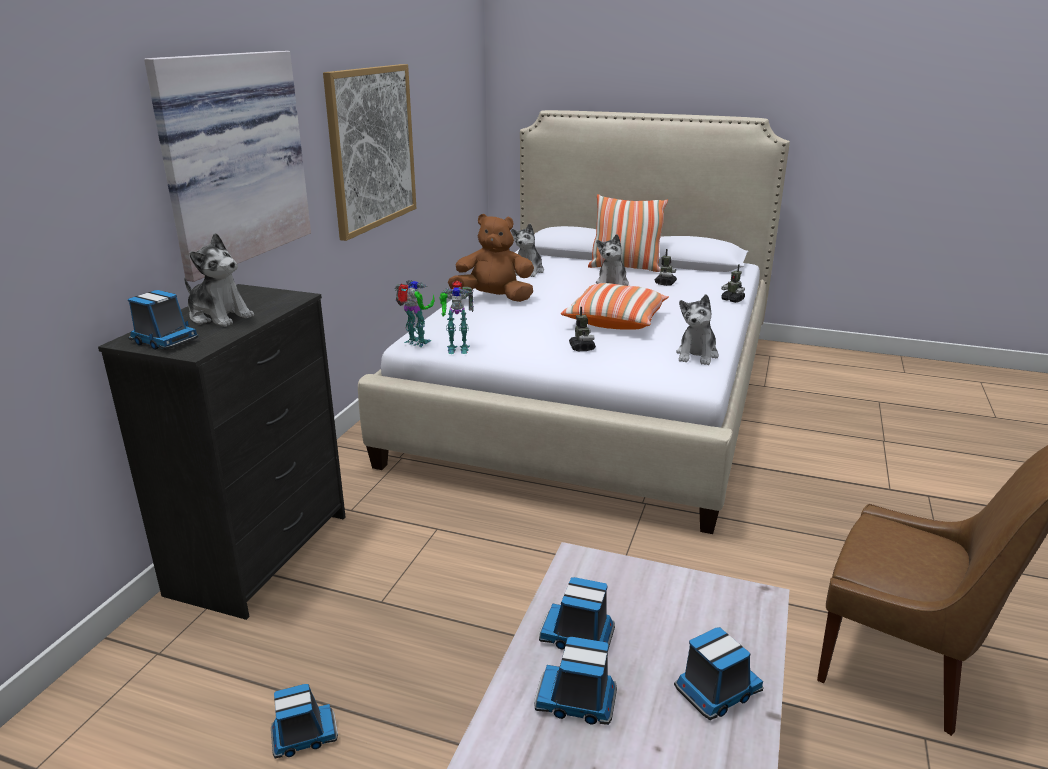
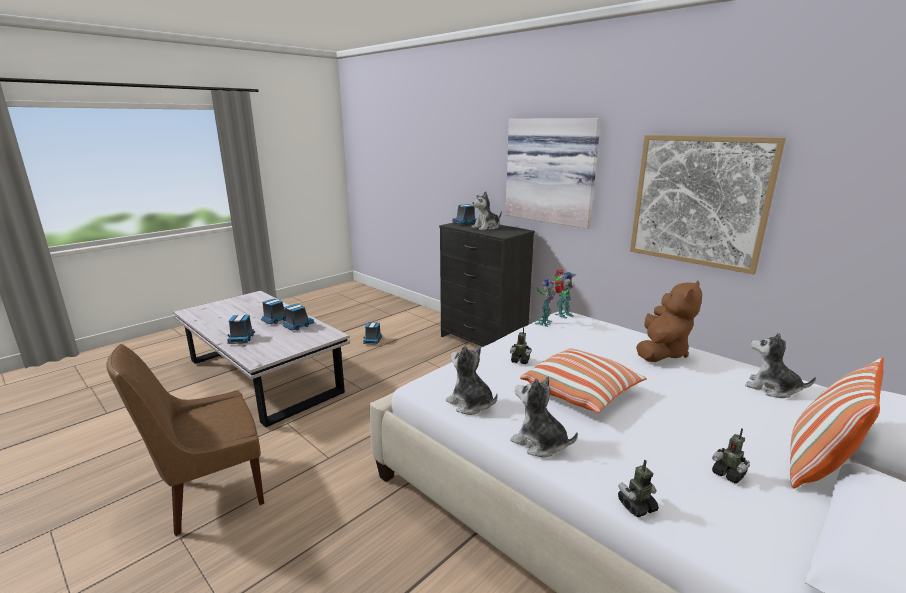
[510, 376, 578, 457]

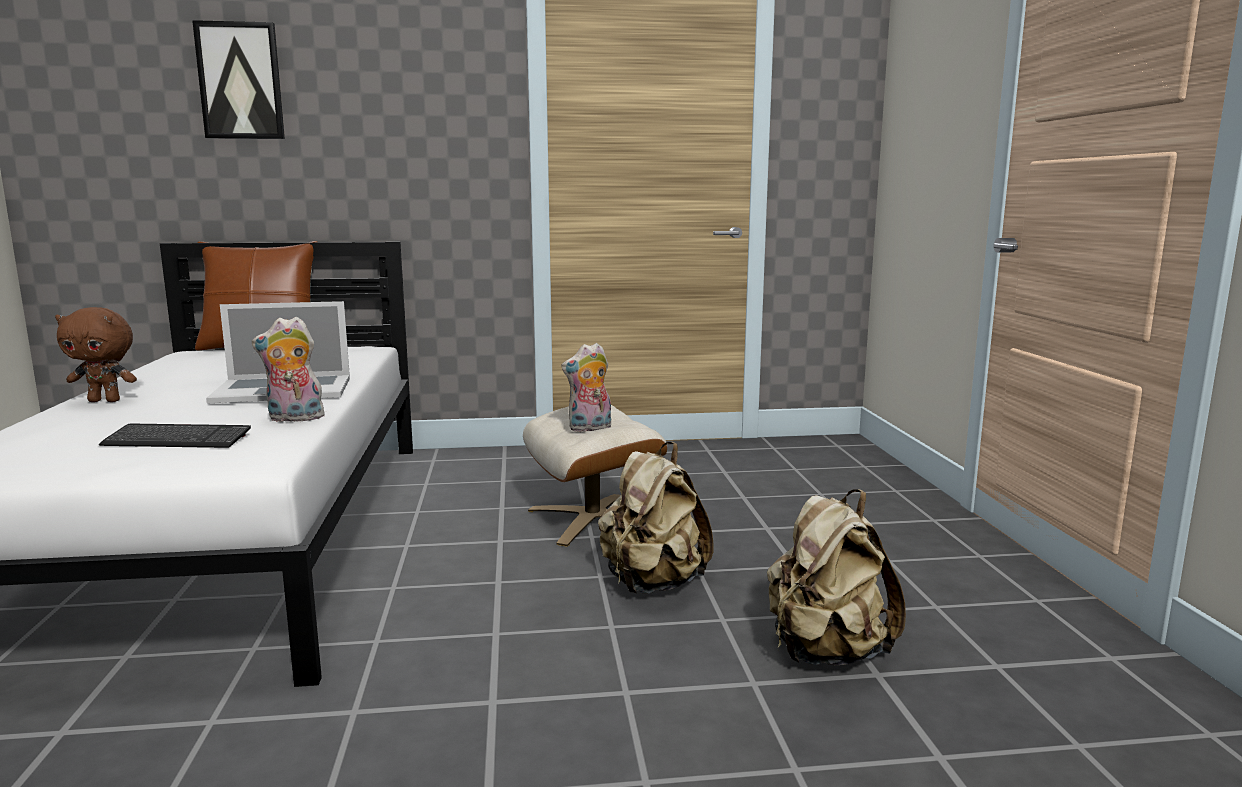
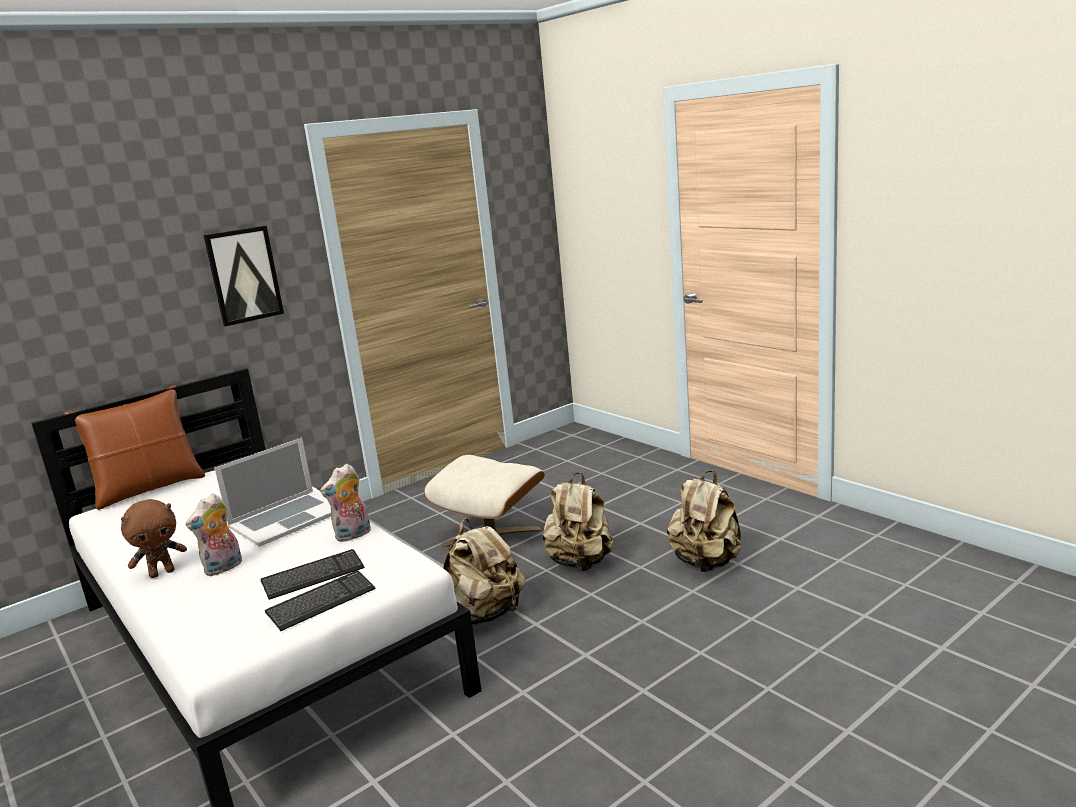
[203, 226, 284, 326]
[186, 493, 242, 576]
[265, 570, 375, 631]
[443, 518, 526, 625]

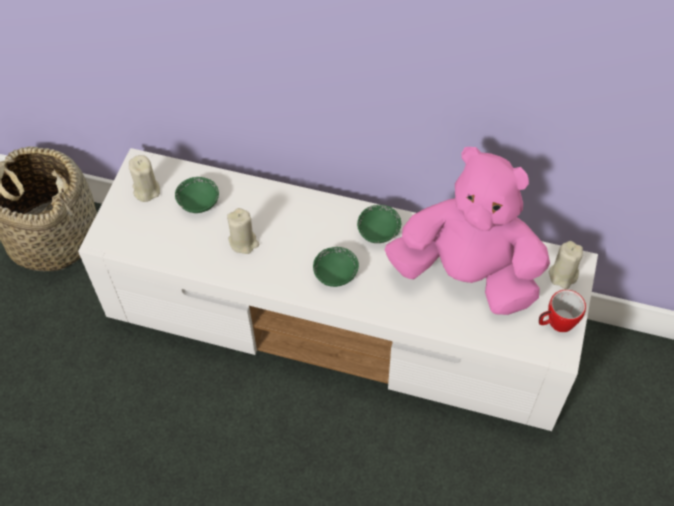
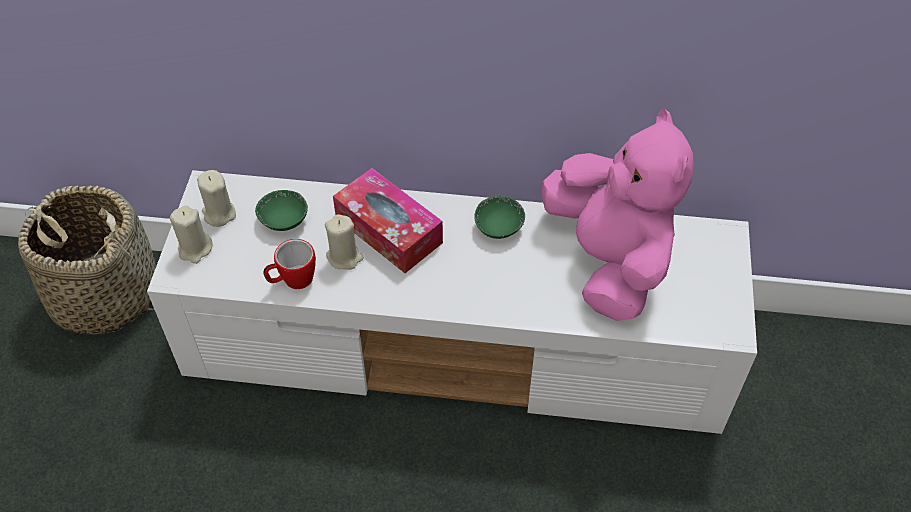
[313, 247, 359, 287] (first image)
[541, 108, 694, 321]
[263, 239, 316, 289]
[170, 206, 213, 264]
[333, 168, 443, 273]

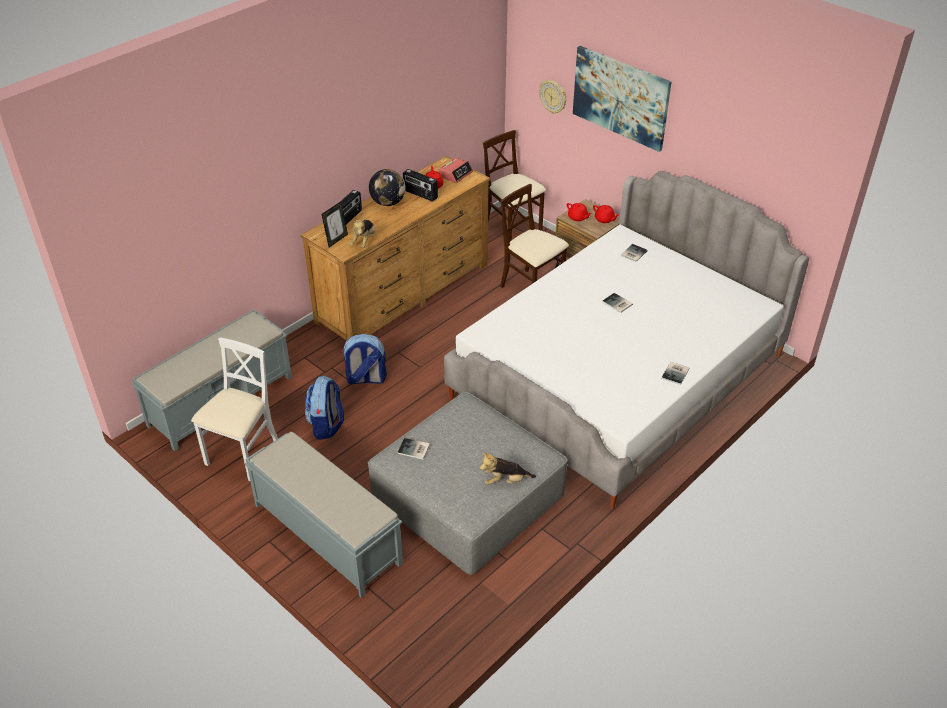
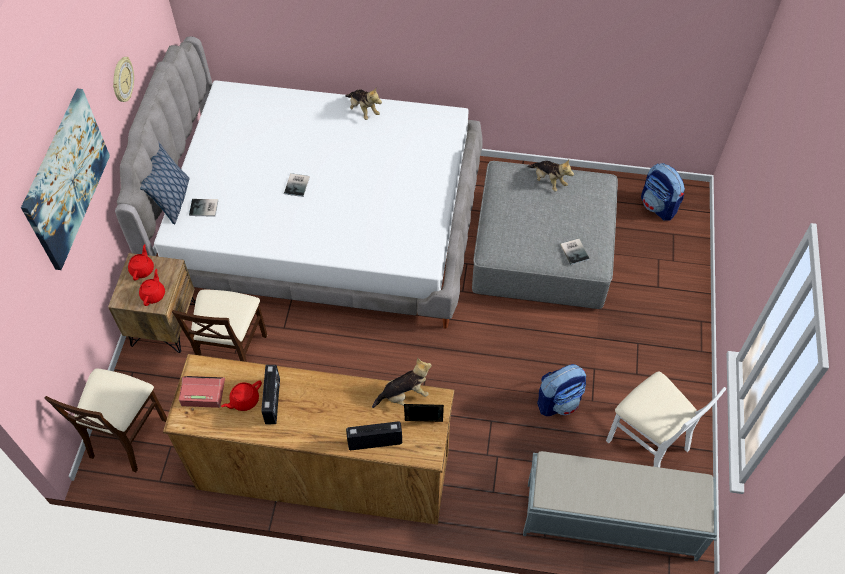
[606, 371, 726, 467]
[245, 432, 403, 598] (first image)
[641, 163, 685, 221]
[369, 169, 406, 206] (first image)
[113, 57, 134, 102]
[345, 88, 382, 120]
[140, 141, 190, 224]

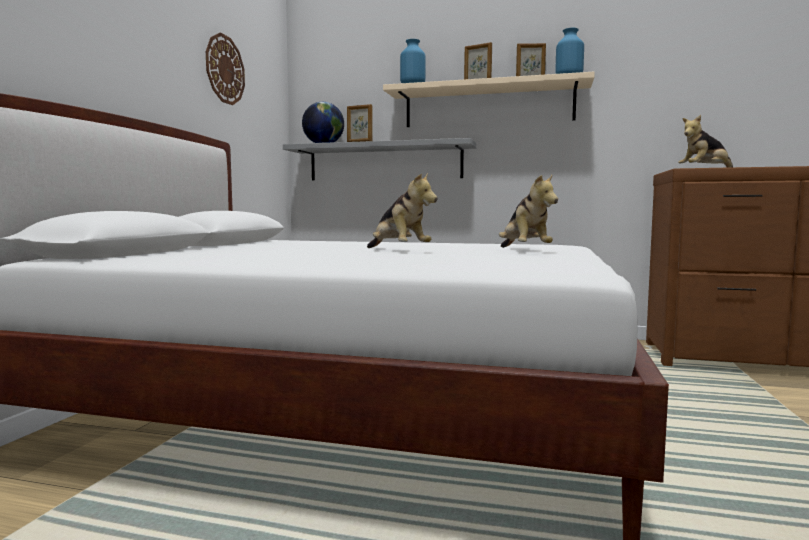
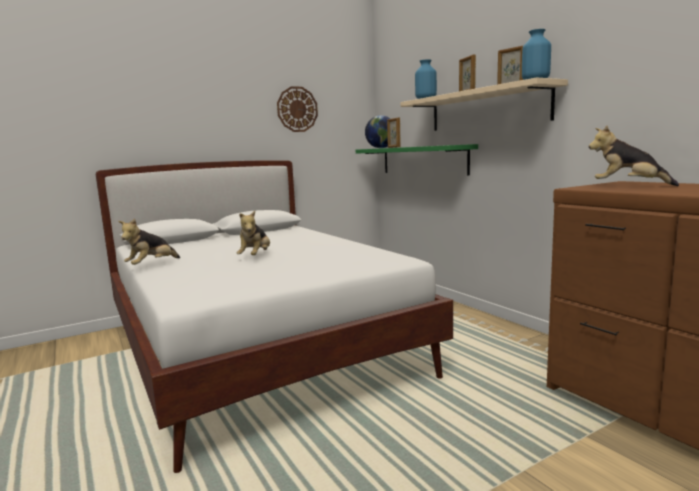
[356, 144, 478, 175]
[118, 219, 180, 265]

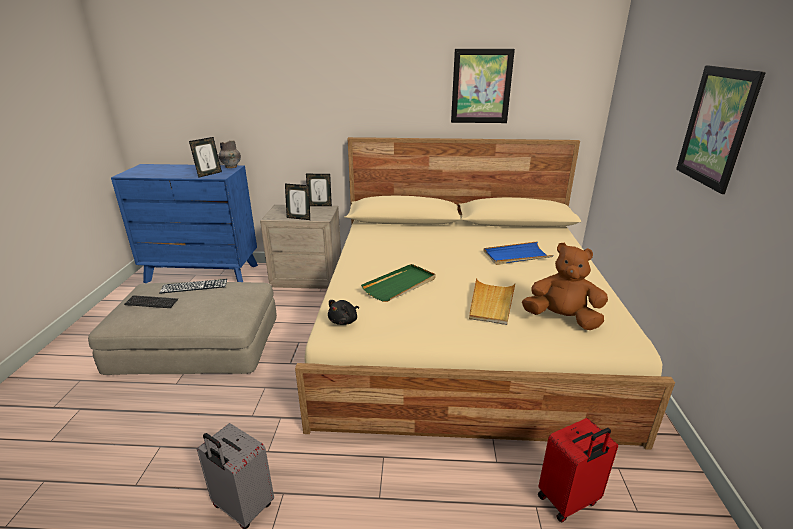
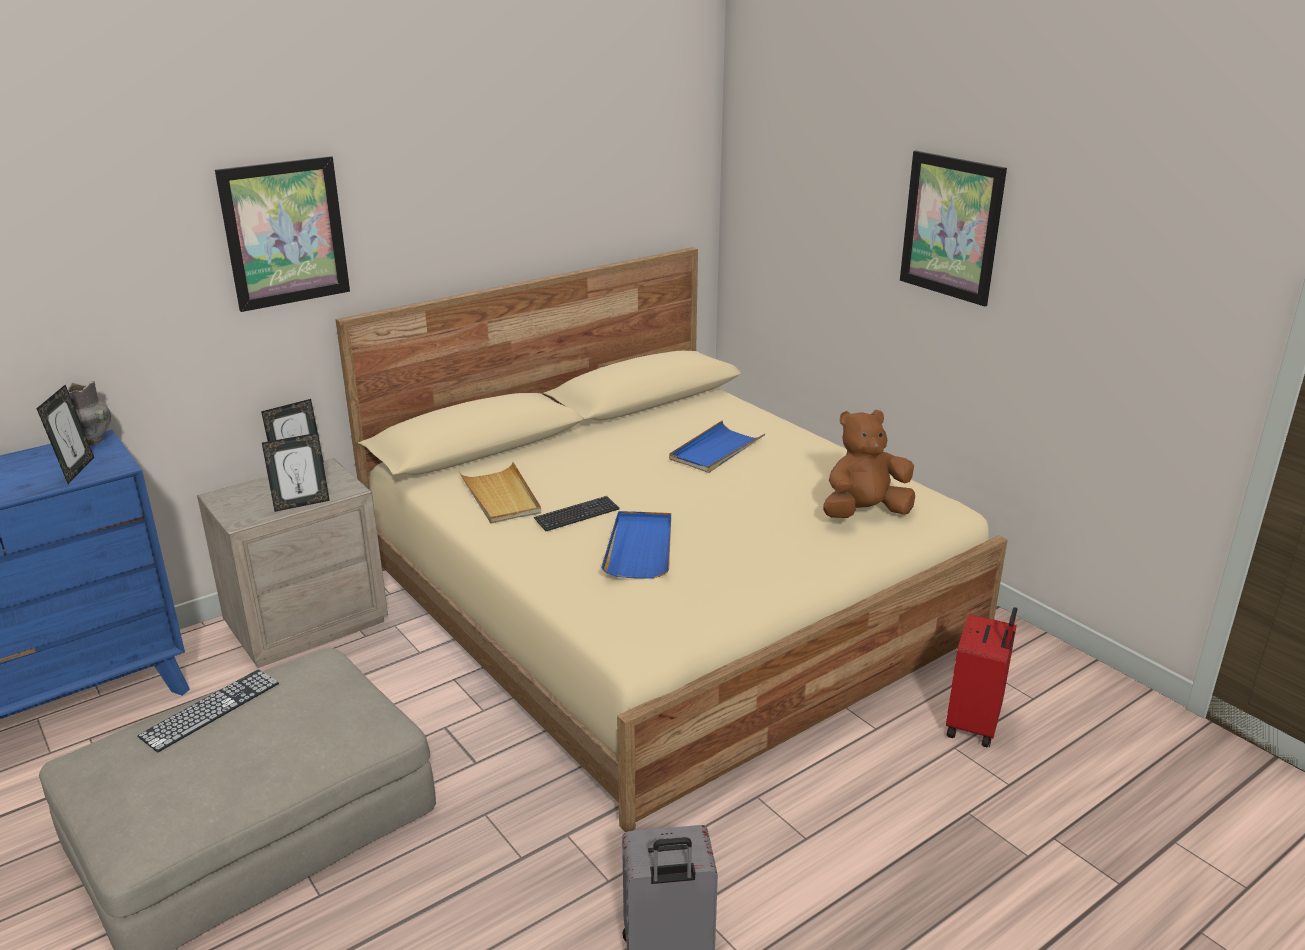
[534, 496, 620, 531]
[328, 300, 359, 325] (first image)
[601, 511, 671, 578]
[215, 156, 350, 312]
[459, 462, 541, 524]

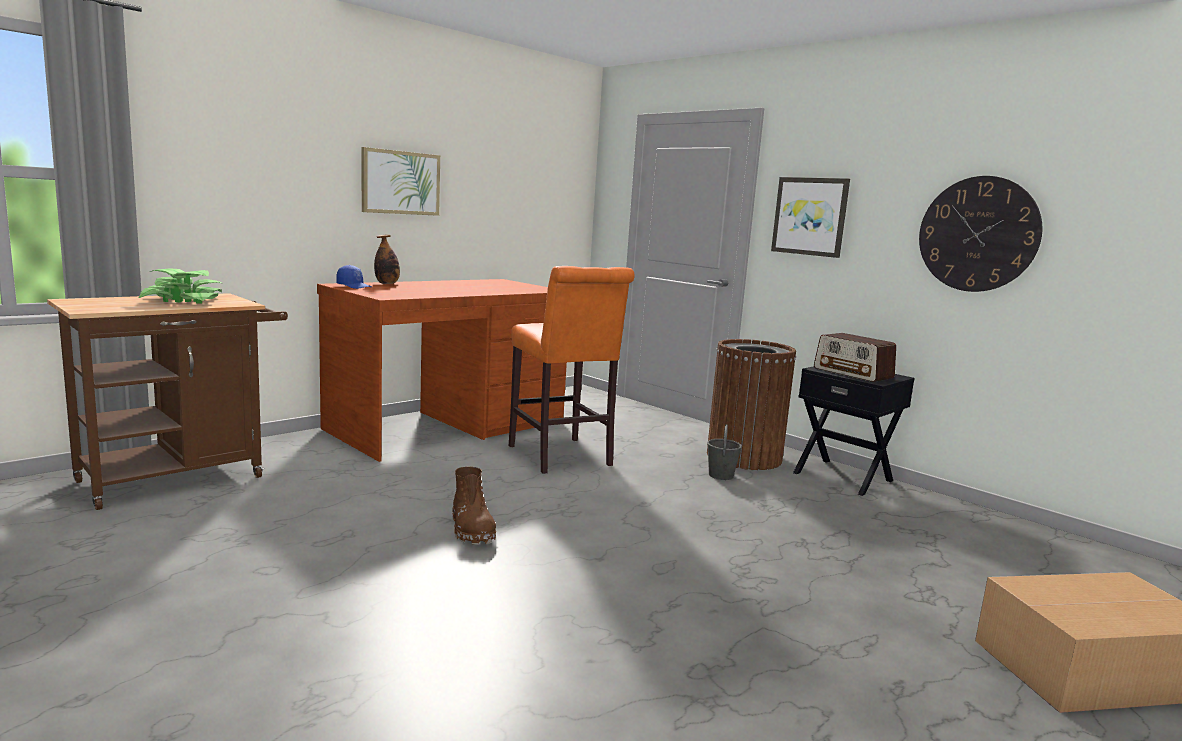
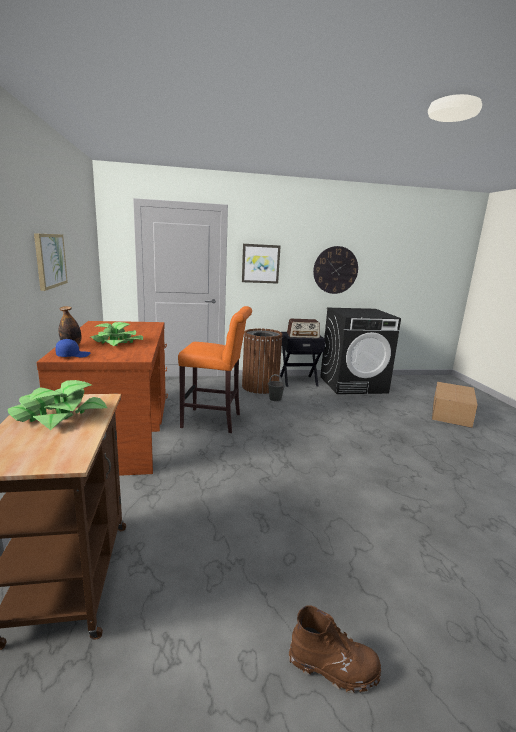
[288, 605, 381, 694]
[89, 322, 143, 346]
[320, 308, 401, 394]

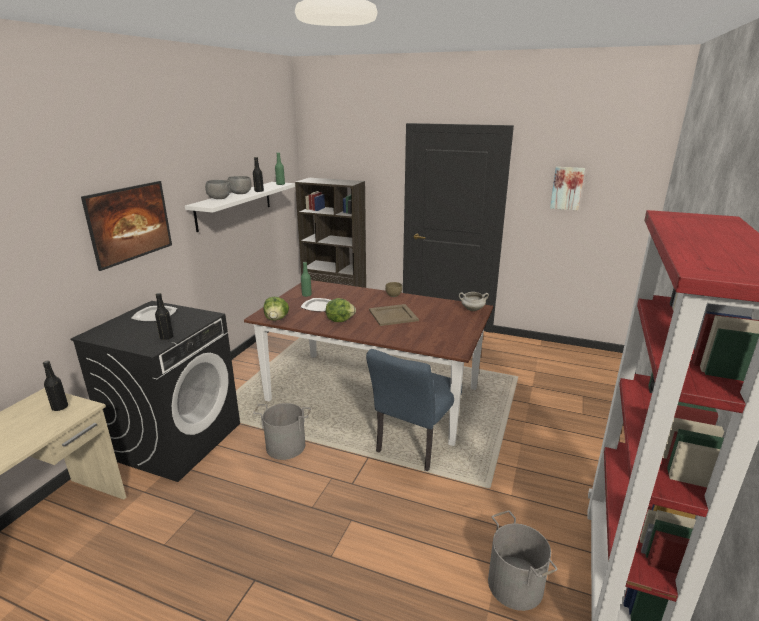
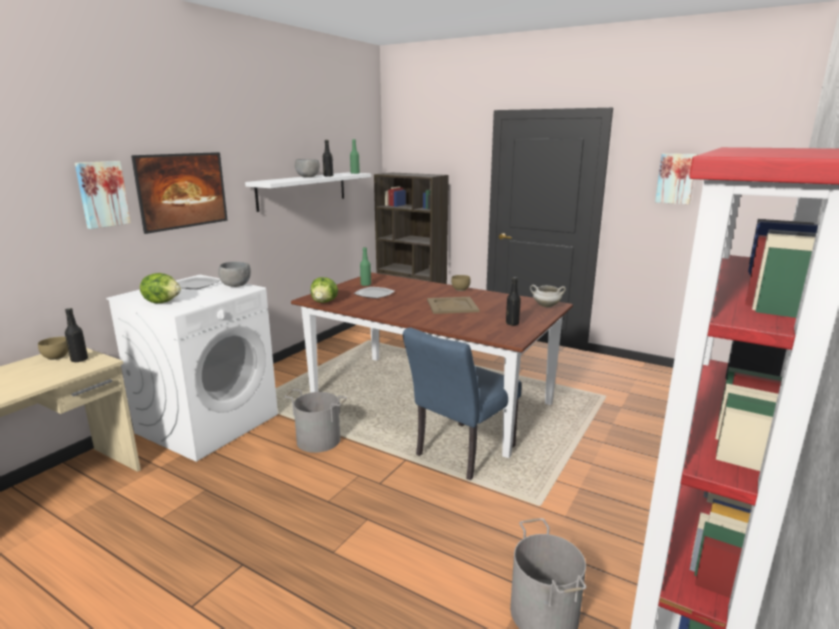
[106, 275, 278, 462]
[506, 277, 521, 326]
[218, 262, 251, 287]
[140, 273, 181, 303]
[38, 337, 68, 360]
[75, 161, 131, 229]

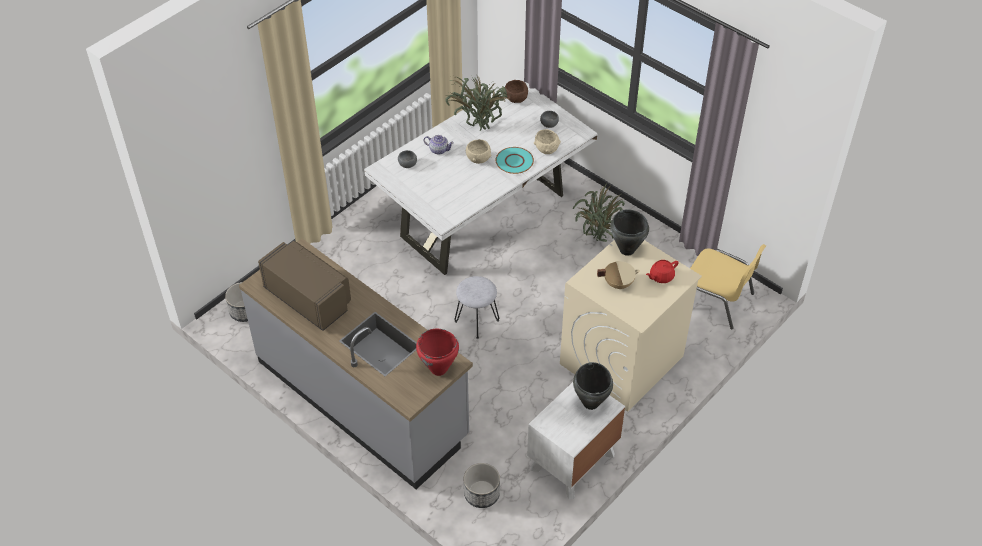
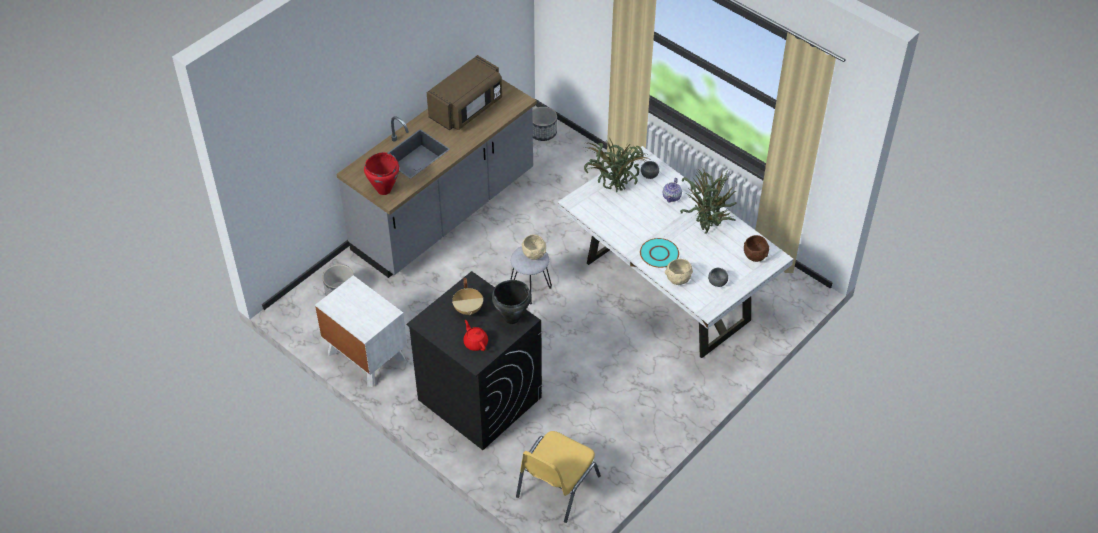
[522, 234, 546, 260]
[407, 271, 542, 450]
[584, 136, 649, 192]
[573, 362, 613, 410] (first image)

